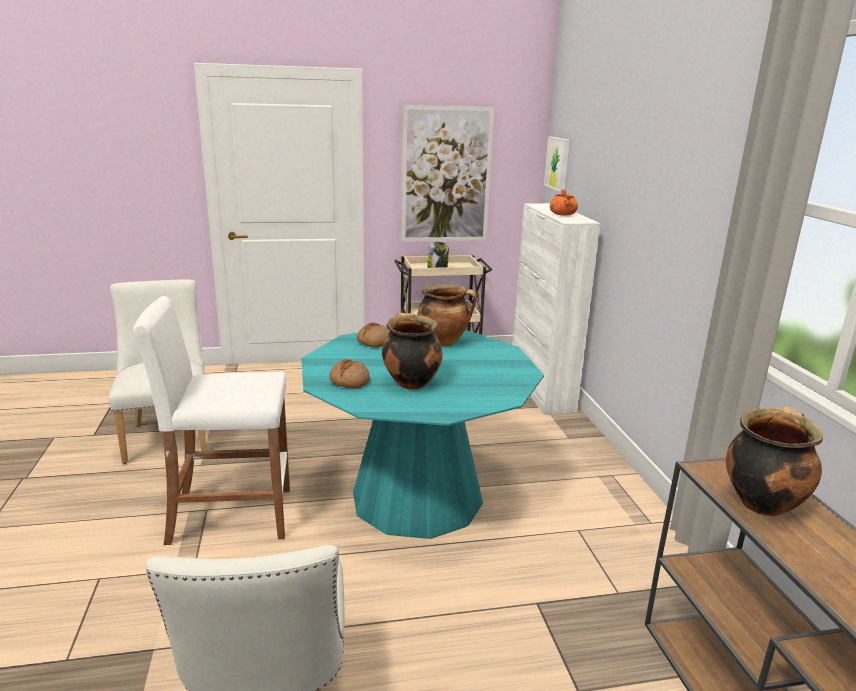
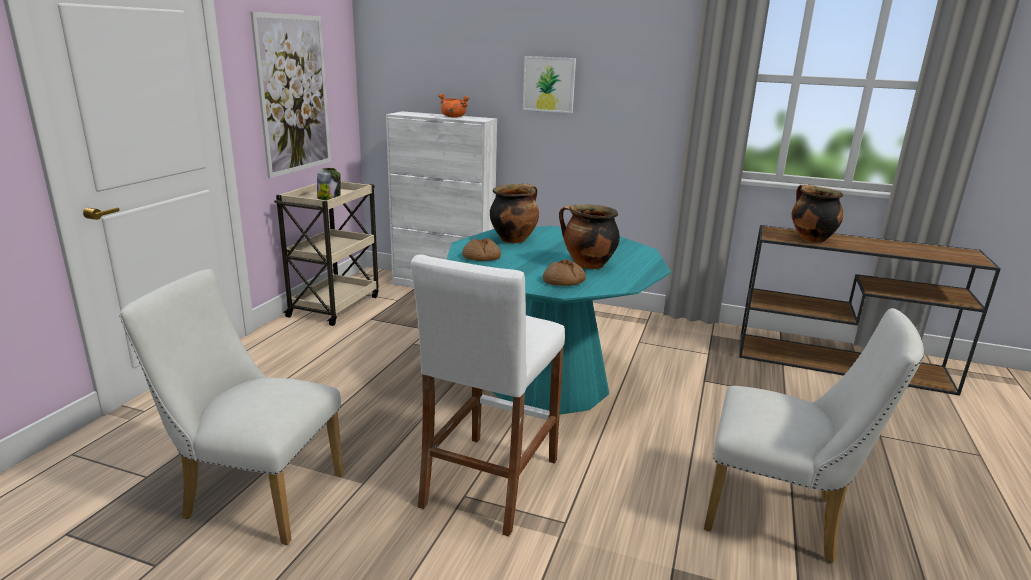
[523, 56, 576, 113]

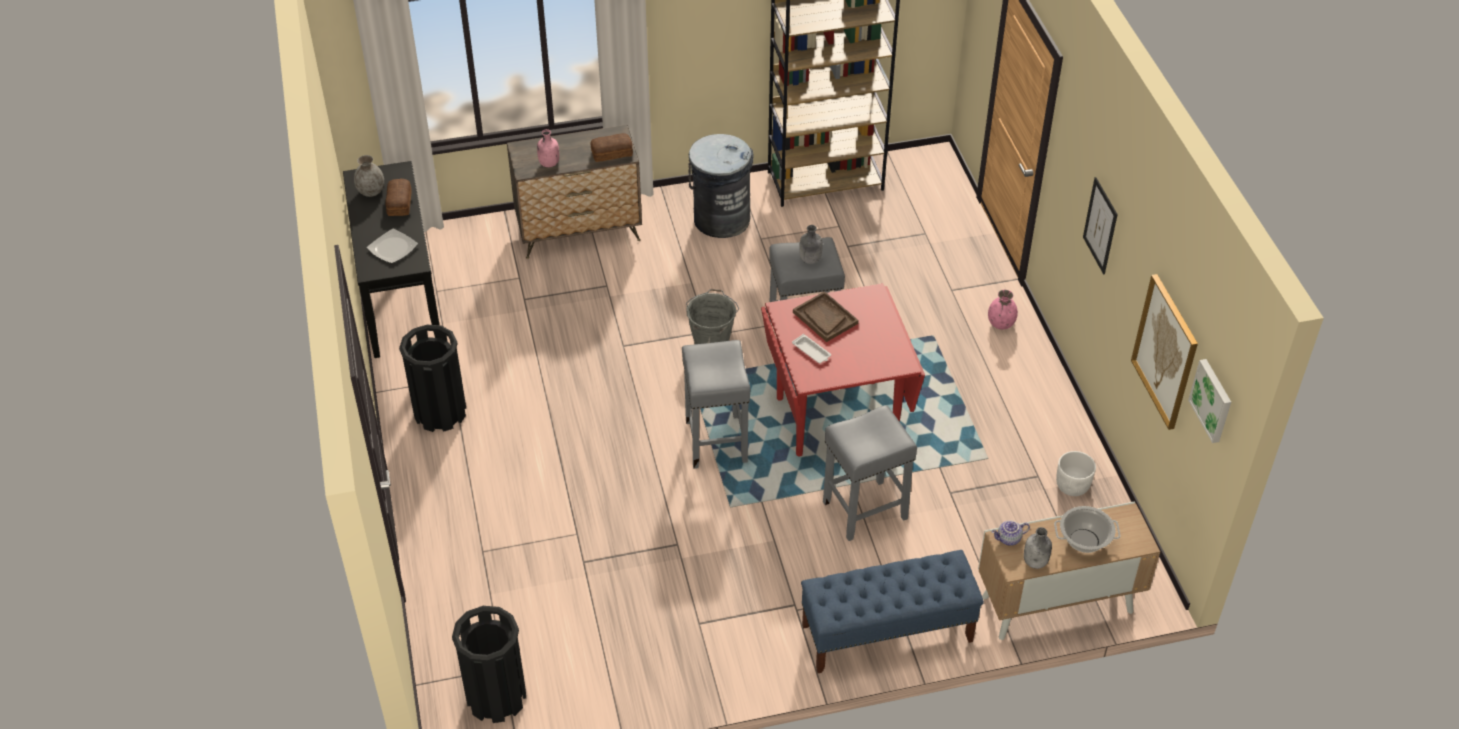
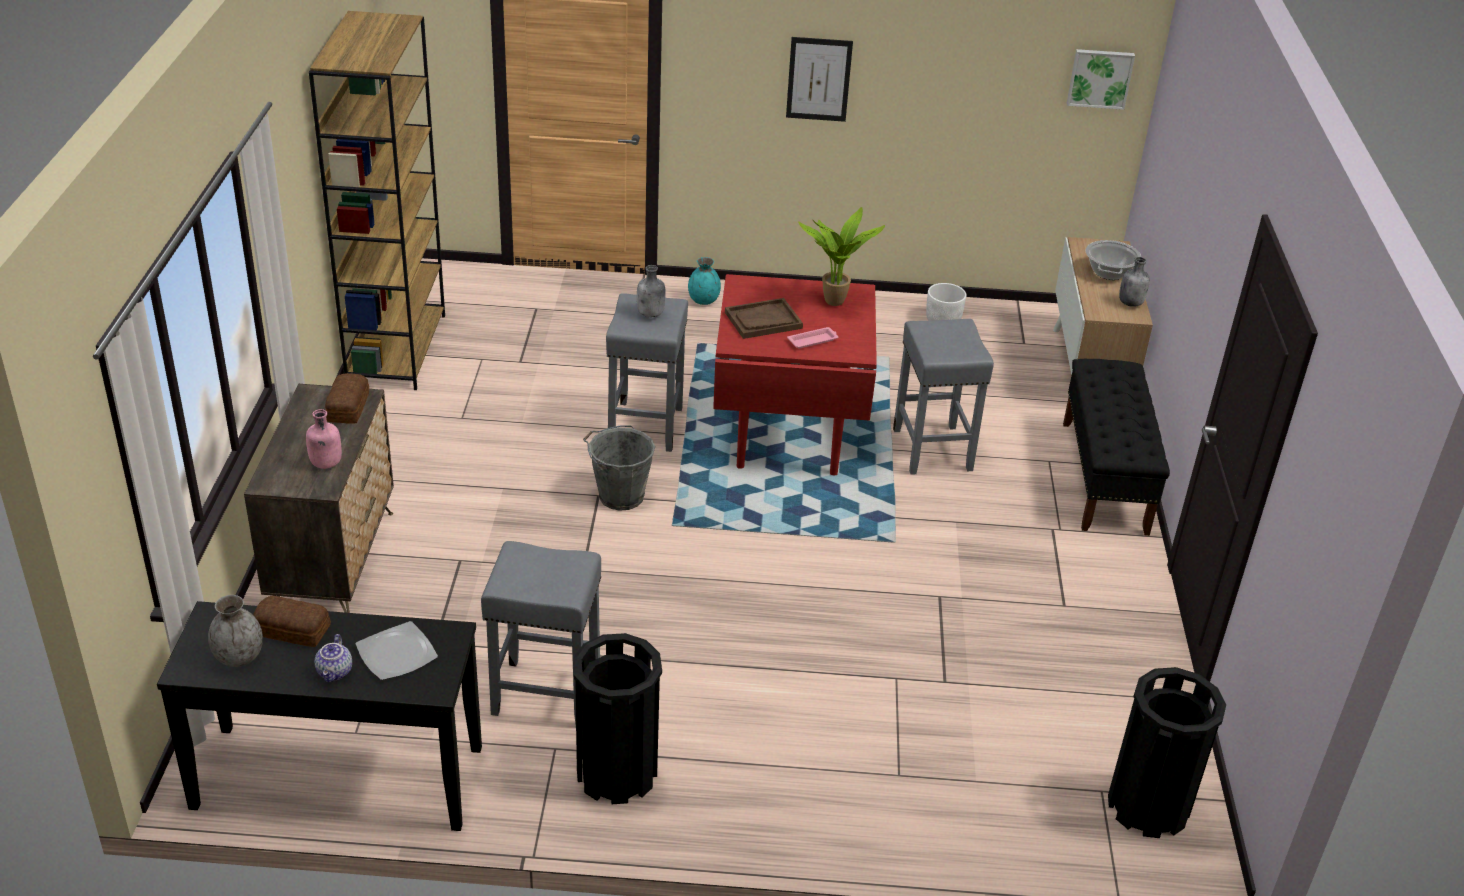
[481, 541, 601, 725]
[688, 134, 754, 238] (first image)
[787, 327, 839, 349]
[1063, 359, 1170, 536]
[688, 257, 721, 305]
[315, 634, 352, 682]
[1131, 274, 1198, 430] (first image)
[798, 207, 885, 306]

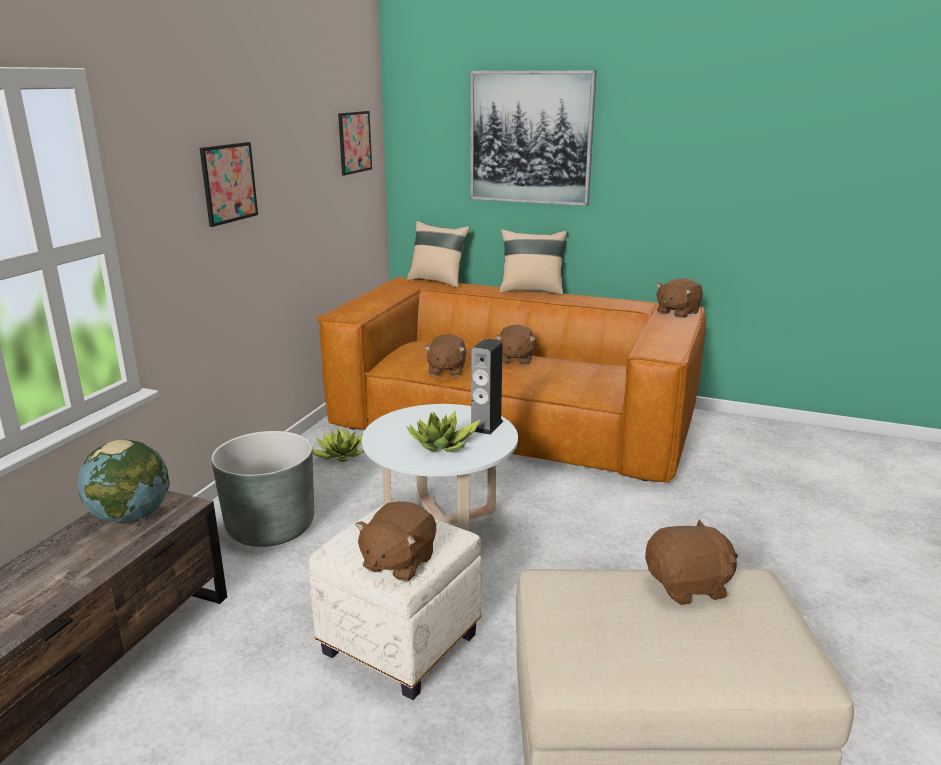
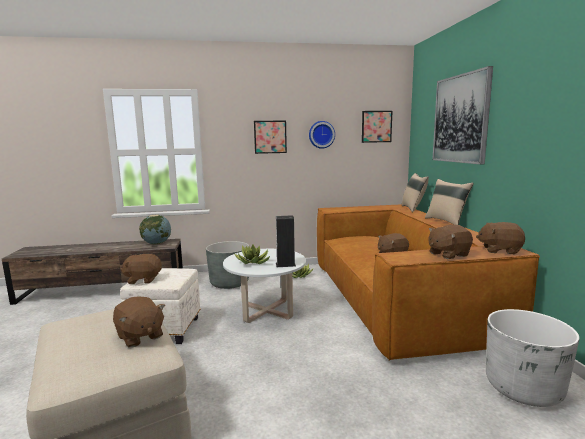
[428, 225, 473, 259]
[309, 121, 335, 149]
[486, 309, 579, 407]

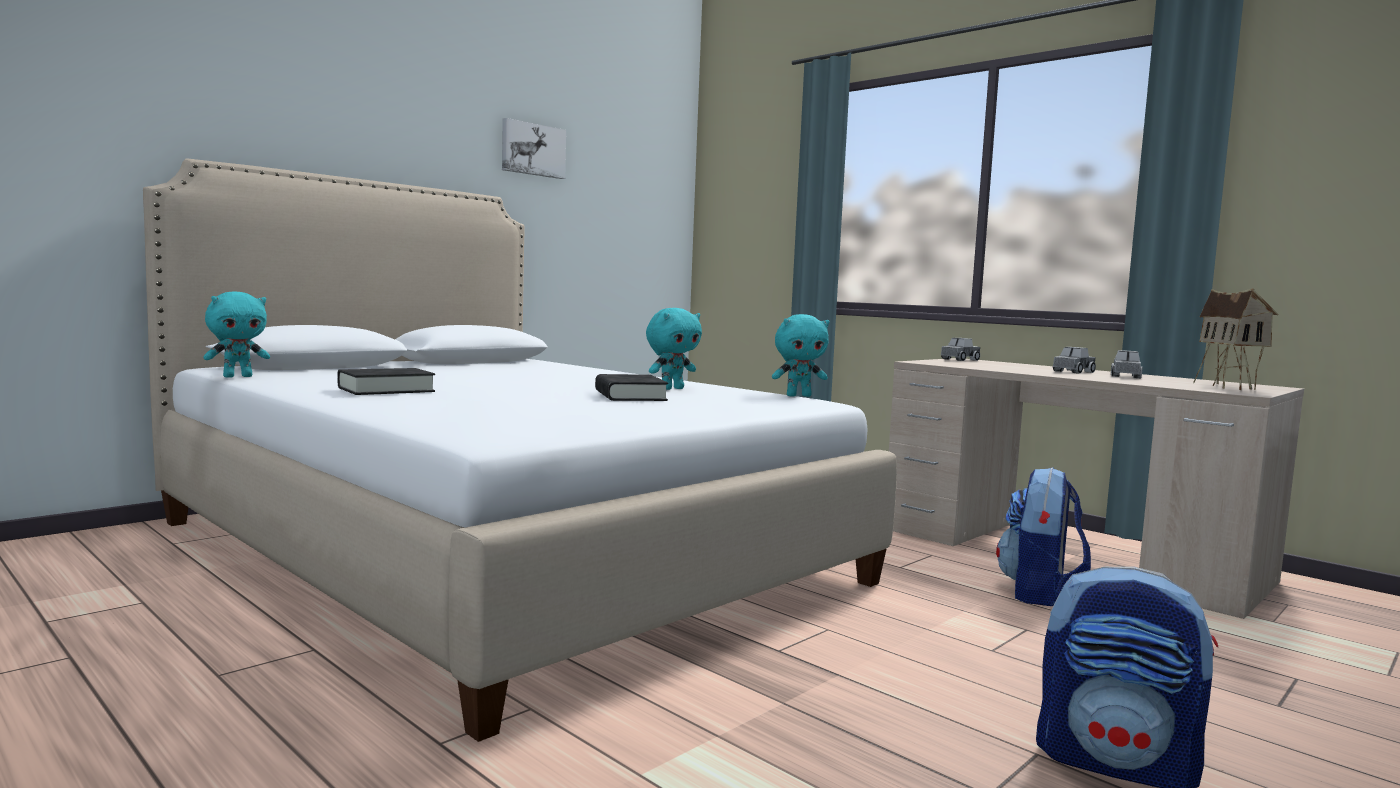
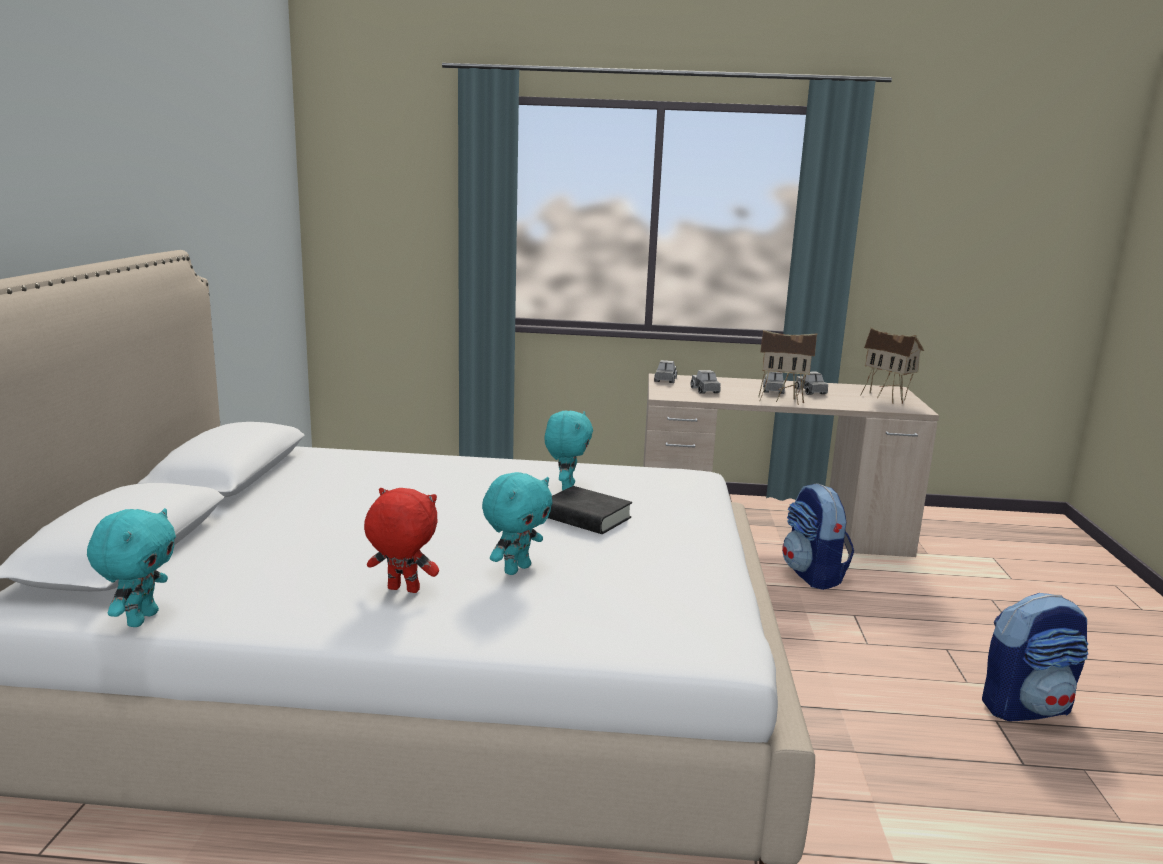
[364, 488, 439, 593]
[502, 118, 566, 179] (first image)
[482, 472, 553, 575]
[691, 370, 721, 394]
[758, 330, 818, 405]

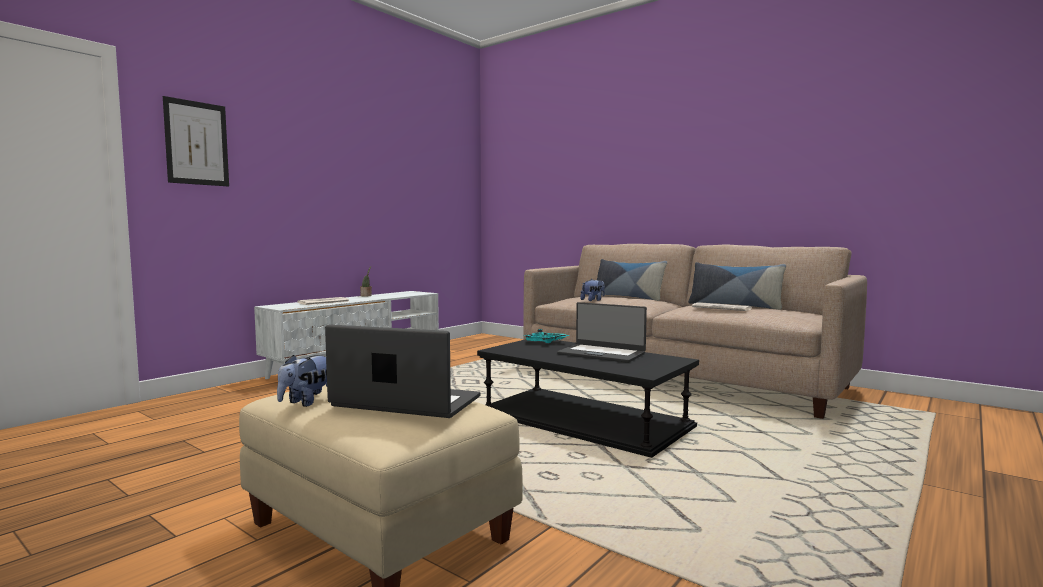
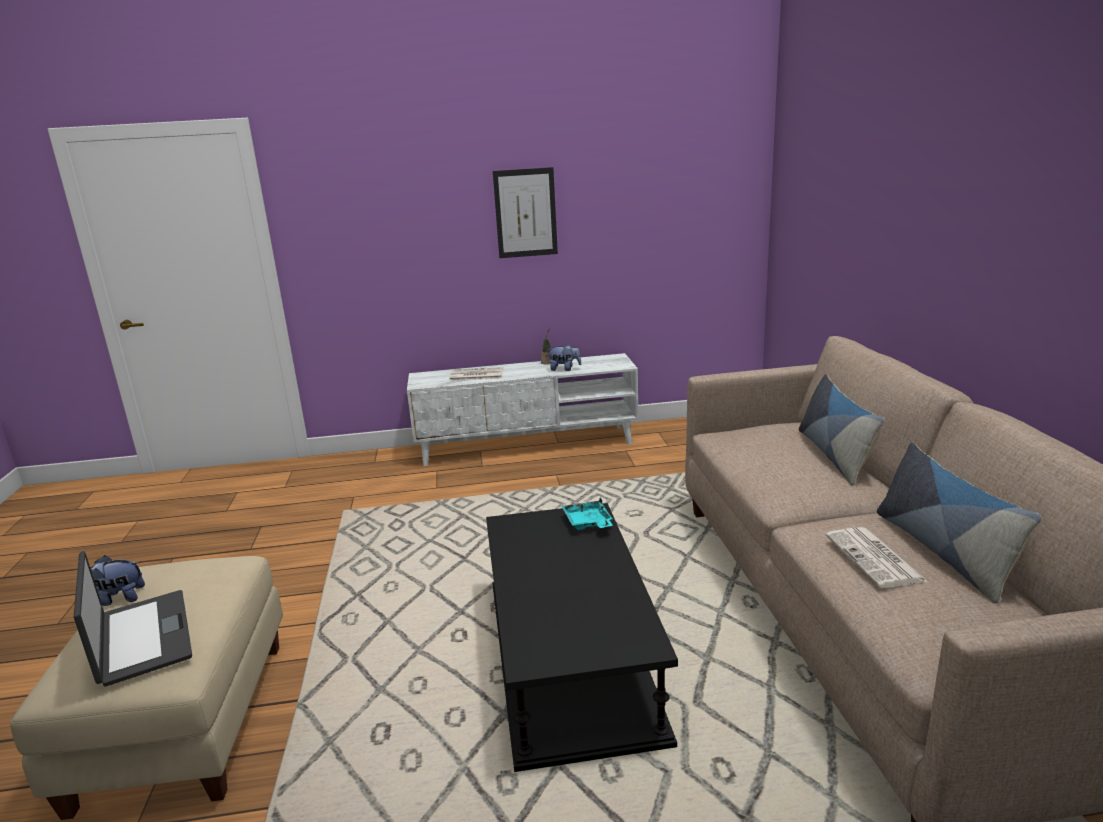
[493, 167, 558, 258]
[557, 302, 647, 363] (first image)
[547, 344, 581, 371]

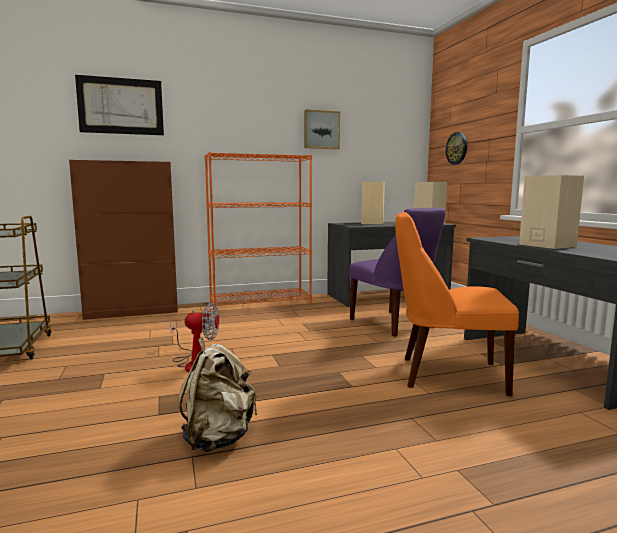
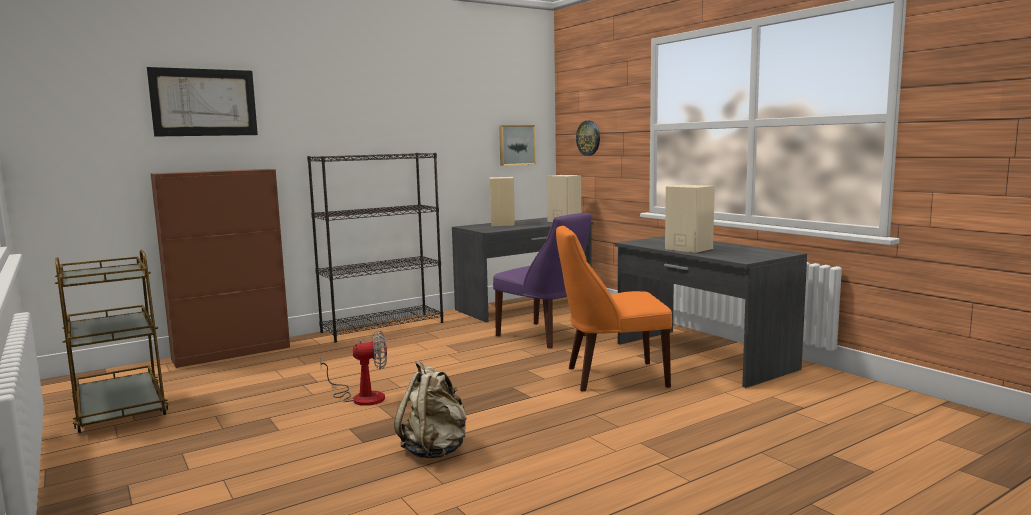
[307, 153, 443, 343]
[499, 125, 535, 166]

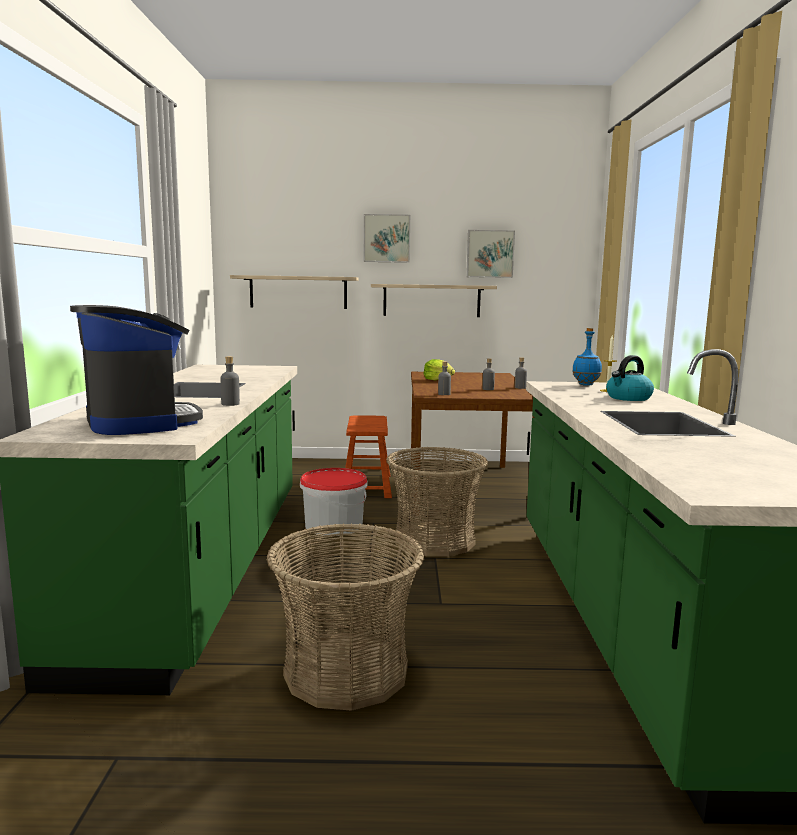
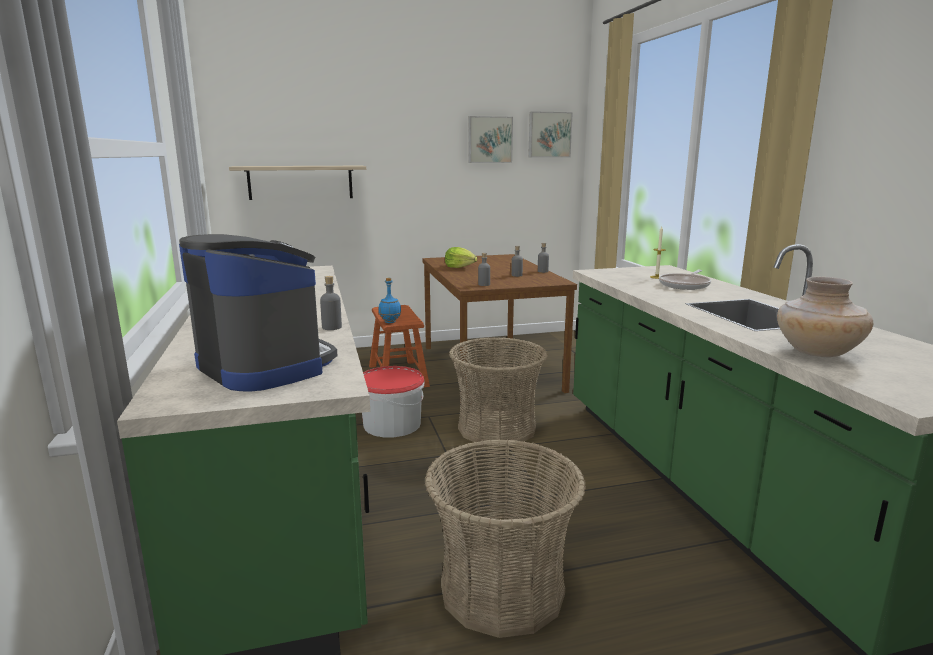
[528, 111, 573, 157]
[371, 284, 497, 317] (first image)
[378, 278, 401, 323]
[659, 270, 711, 290]
[777, 277, 873, 357]

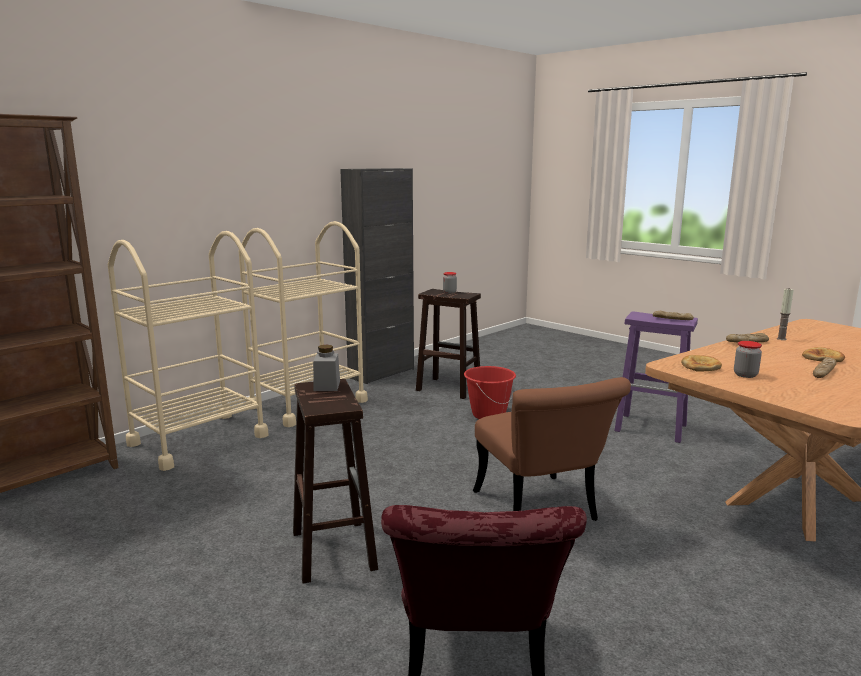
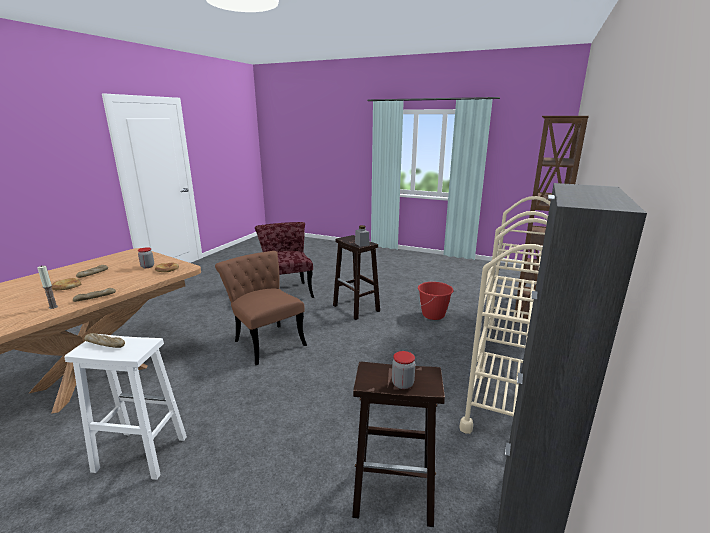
[418, 282, 454, 320]
[64, 334, 187, 480]

